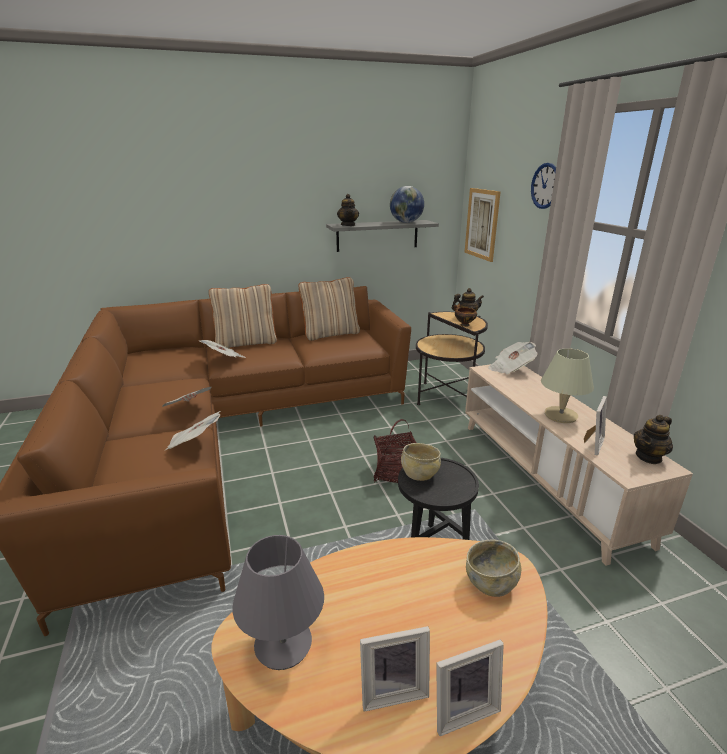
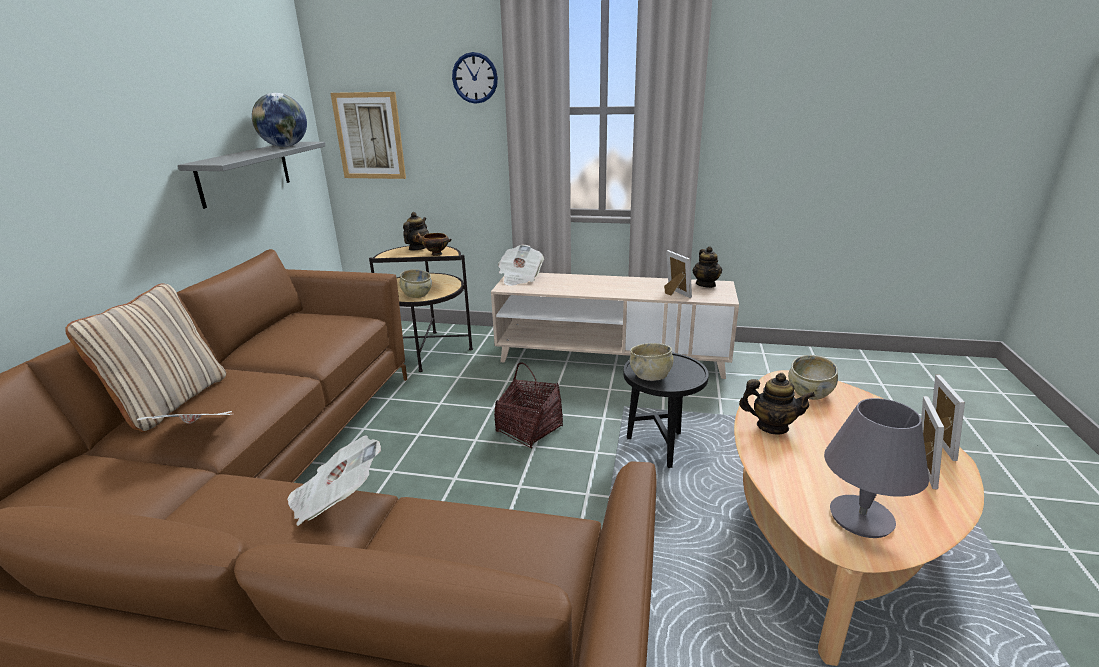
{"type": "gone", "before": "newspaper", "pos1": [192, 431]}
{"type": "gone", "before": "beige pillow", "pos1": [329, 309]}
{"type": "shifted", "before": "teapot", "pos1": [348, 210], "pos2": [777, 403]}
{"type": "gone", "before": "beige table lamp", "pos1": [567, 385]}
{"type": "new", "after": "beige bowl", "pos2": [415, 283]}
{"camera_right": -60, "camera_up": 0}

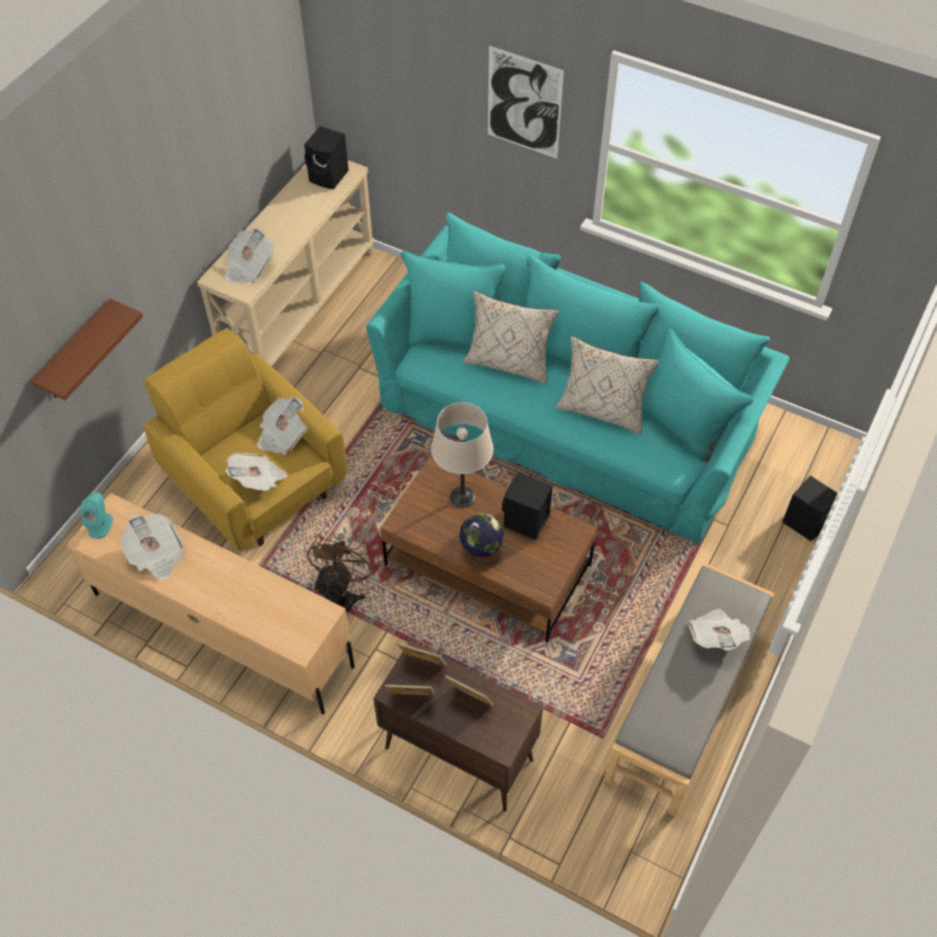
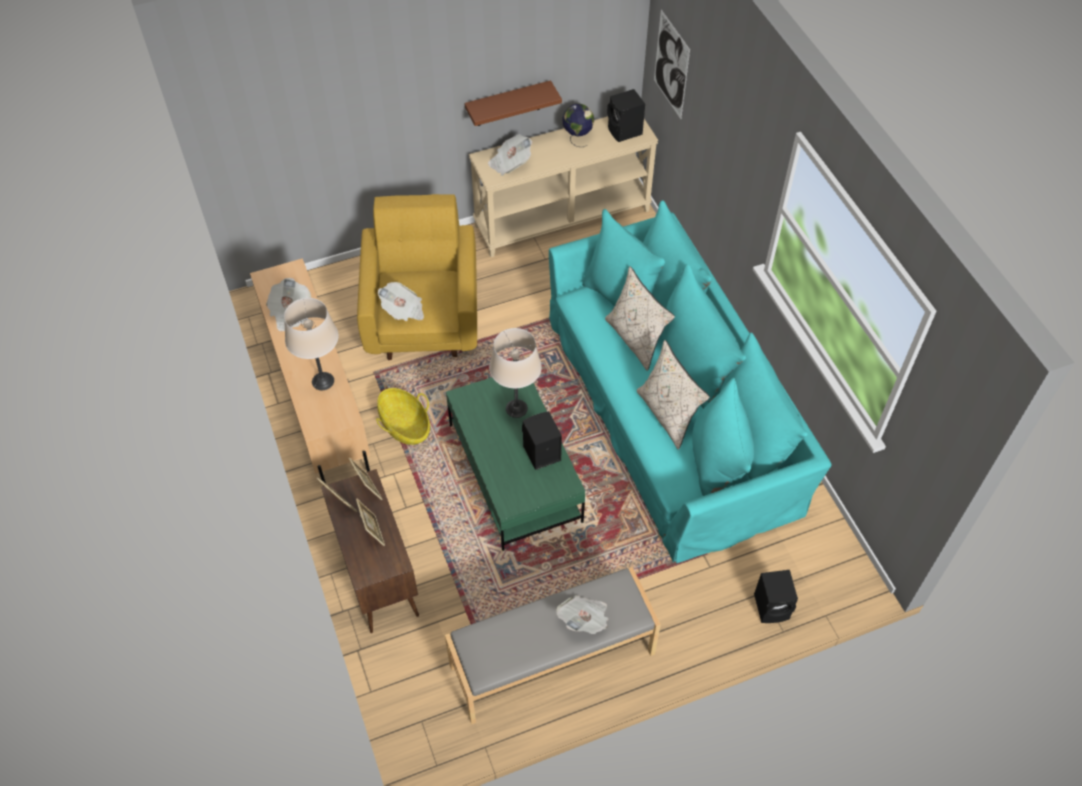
{"type": "shifted", "before": "brown shelf", "pos1": [87, 349], "pos2": [513, 103]}
{"type": "gone", "before": "turquoise speaker", "pos1": [96, 515]}
{"type": "gone", "before": "newspaper", "pos1": [282, 426]}
{"type": "swapped", "before": "brown fan", "after": "basket", "pos1": [341, 572], "pos2": [403, 416]}
{"type": "repainted", "before": "brown coffee table", "after": "green coffee table", "pos1": [488, 548], "pos2": [515, 464]}
{"type": "shifted", "before": "globe", "pos1": [482, 538], "pos2": [578, 125]}
{"type": "shifted", "before": "picture", "pos1": [526, 102], "pos2": [672, 64]}
{"type": "new", "after": "beige table lamp", "pos2": [311, 344]}
{"camera_right": 40, "camera_up": 0}

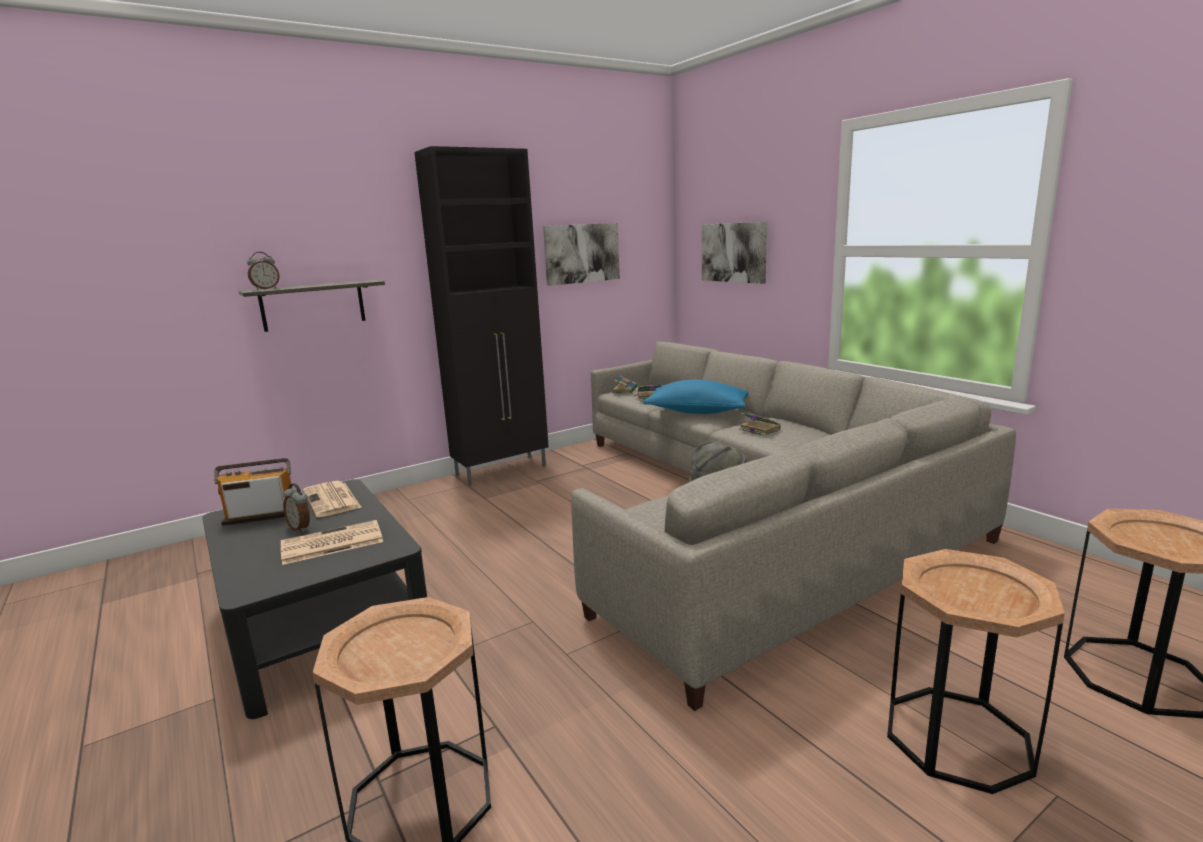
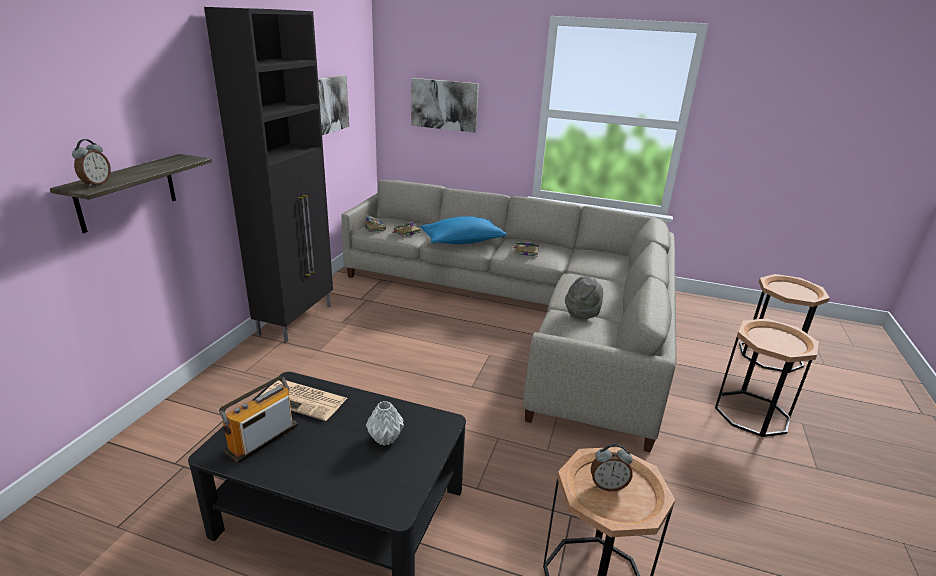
{"type": "swapped", "before": "newspaper", "after": "grey vase", "pos1": [332, 542], "pos2": [385, 423]}
{"type": "shifted", "before": "alarm clock", "pos1": [296, 507], "pos2": [611, 467]}
{"camera_right": -40, "camera_up": 10}

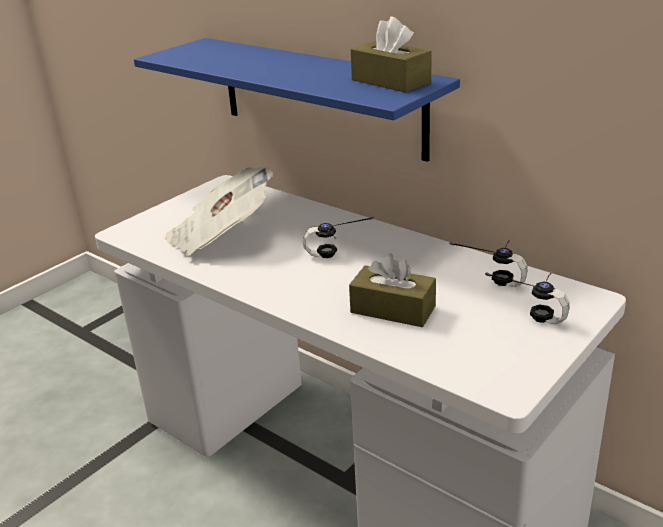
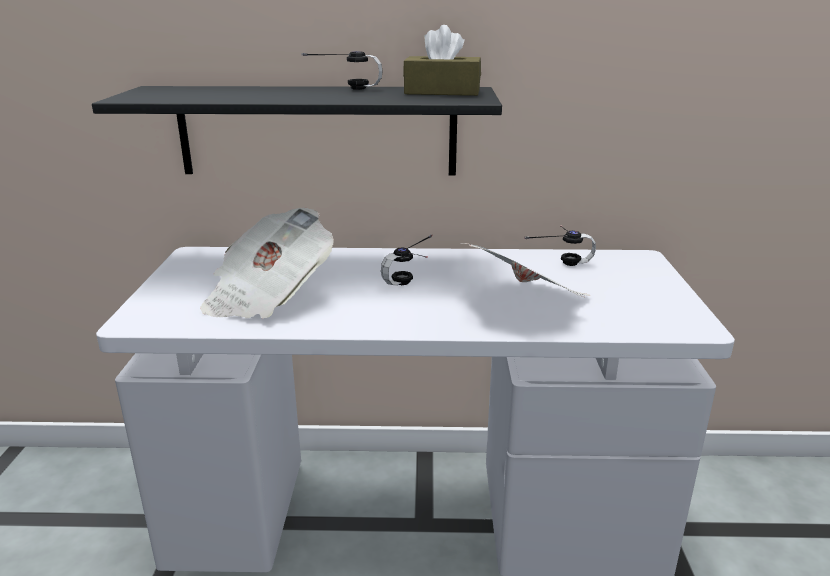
{"type": "repainted", "before": "blue shelf", "after": "black shelf", "pos1": [297, 100], "pos2": [297, 131]}
{"type": "swapped", "before": "brown tissue box", "after": "newspaper", "pos1": [392, 290], "pos2": [526, 270]}
{"type": "shifted", "before": "headphones", "pos1": [527, 298], "pos2": [342, 70]}
{"camera_right": -40, "camera_up": -5}

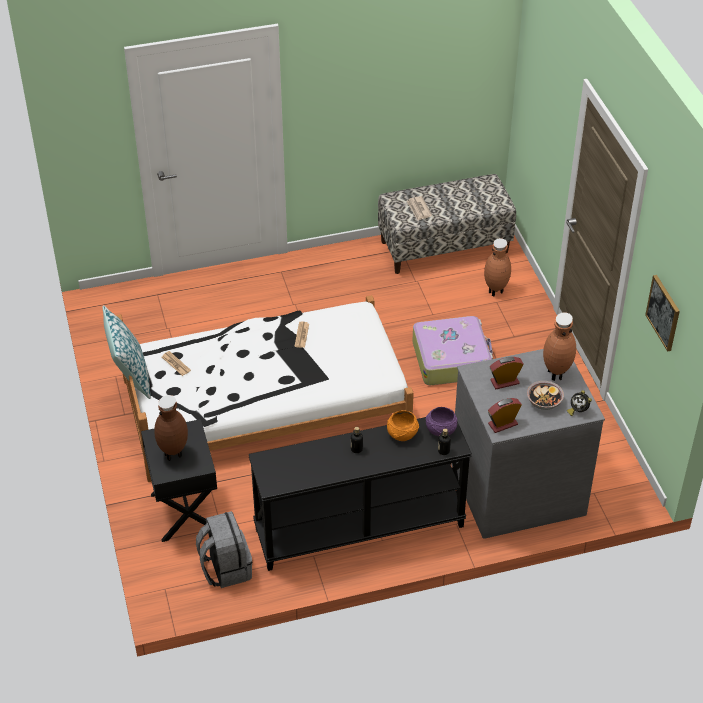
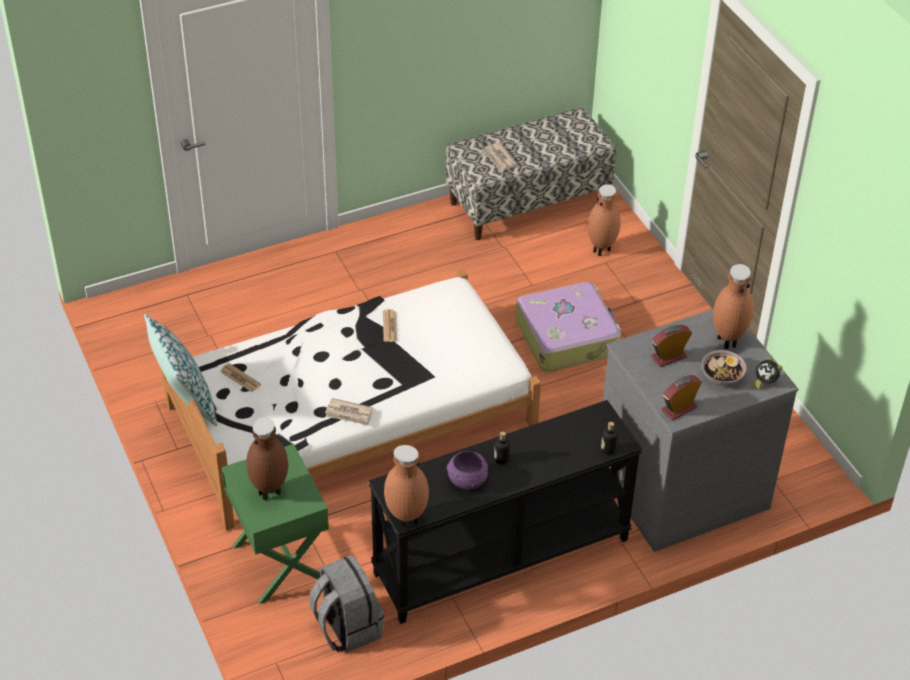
{"type": "repainted", "before": "black nightstand", "after": "green nightstand", "pos1": [179, 480], "pos2": [275, 524]}
{"type": "gone", "before": "orange bowl", "pos1": [403, 425]}
{"type": "shifted", "before": "purple bowl", "pos1": [441, 421], "pos2": [467, 470]}
{"type": "gone", "before": "picture", "pos1": [662, 313]}
{"type": "new", "after": "newspaper", "pos2": [349, 412]}
{"type": "new", "after": "brown vase", "pos2": [406, 486]}
{"camera_right": -10, "camera_up": 0}

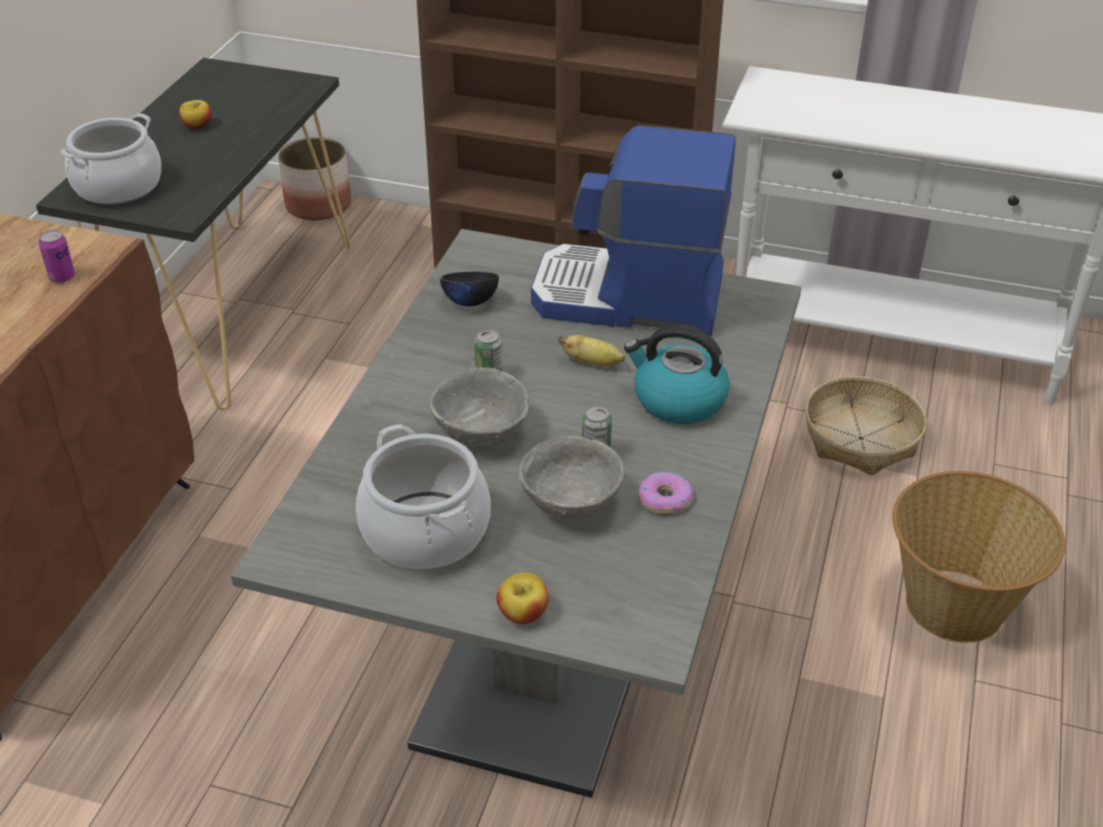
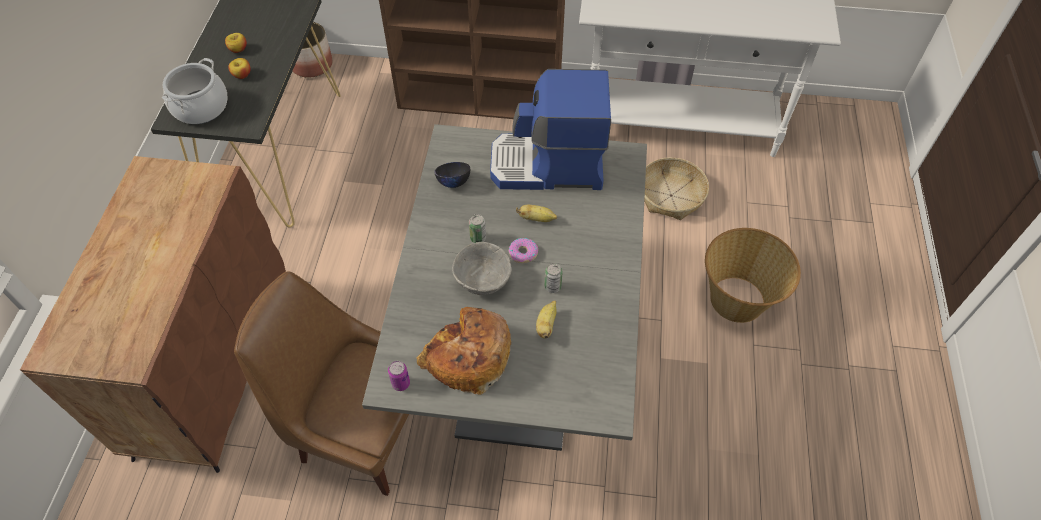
{"type": "shifted", "before": "can", "pos1": [57, 256], "pos2": [399, 376]}
{"type": "swapped", "before": "cooking pot", "after": "bread", "pos1": [423, 497], "pos2": [463, 351]}
{"type": "shifted", "before": "apple", "pos1": [522, 598], "pos2": [239, 68]}
{"type": "swapped", "before": "grey bowl", "after": "banana", "pos1": [572, 477], "pos2": [546, 319]}
{"type": "gone", "before": "kettle", "pos1": [677, 374]}
{"type": "shifted", "before": "donut", "pos1": [666, 493], "pos2": [523, 250]}
{"type": "new", "after": "brown chair", "pos2": [321, 383]}
{"camera_right": -10, "camera_up": 15}

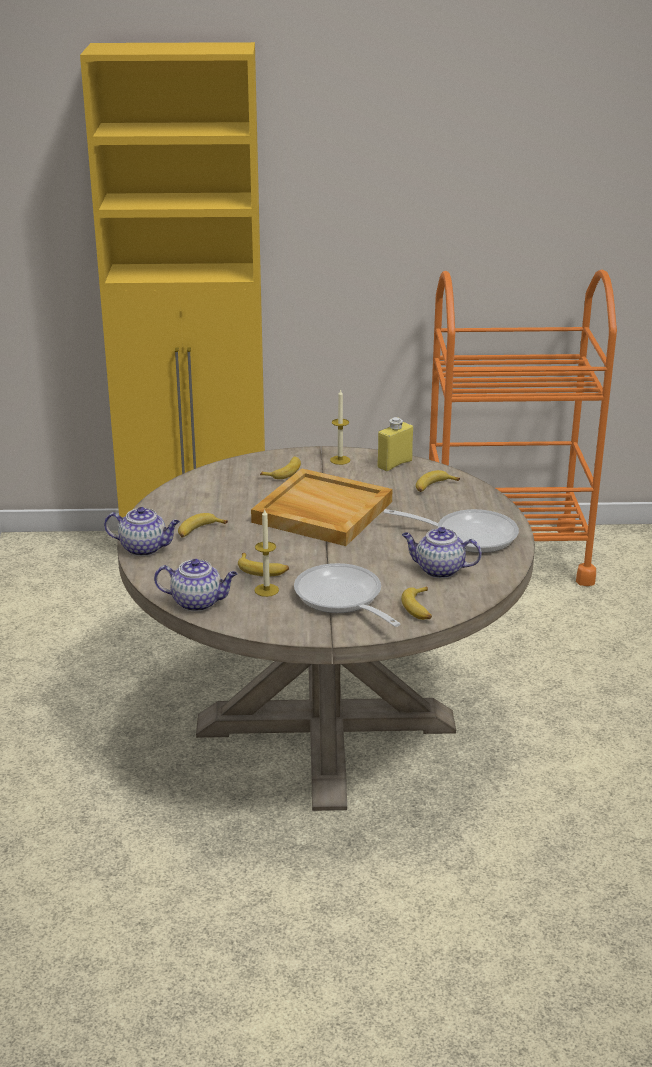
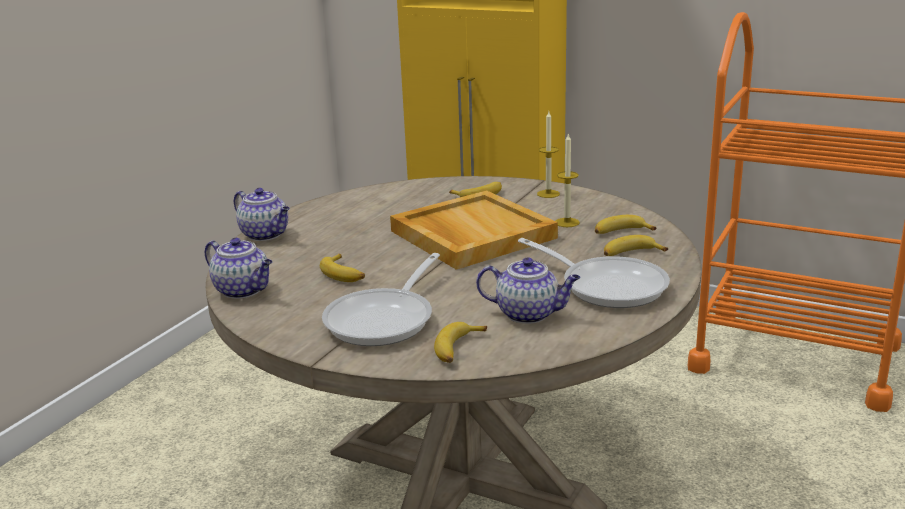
{"type": "shifted", "before": "banana", "pos1": [203, 525], "pos2": [636, 245]}
{"type": "shifted", "before": "candle", "pos1": [266, 553], "pos2": [568, 180]}
{"type": "rotated", "before": "frying pan", "pos1": [347, 595], "pos2": [381, 299], "turn": -150}
{"type": "gone", "before": "yellow bottle", "pos1": [395, 444]}
{"type": "rotated", "before": "teapot", "pos1": [442, 552], "pos2": [528, 290], "turn": 150}
{"camera_right": 30, "camera_up": -5}

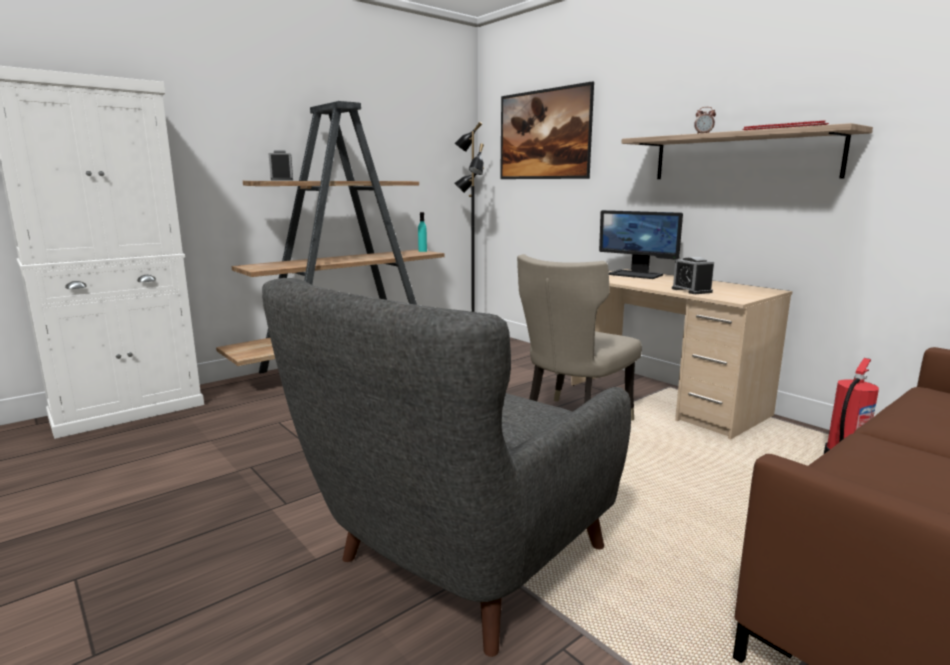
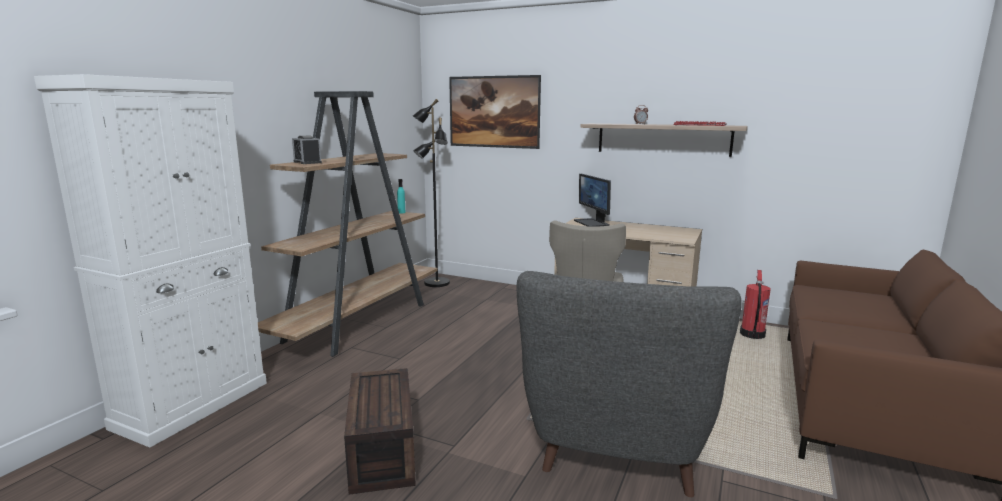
{"type": "rotated", "before": "monitor", "pos1": [641, 244], "pos2": [592, 200], "turn": 60}
{"type": "gone", "before": "alarm clock", "pos1": [693, 275]}
{"type": "new", "after": "brown storage box", "pos2": [380, 431]}
{"camera_right": -25, "camera_up": 0}

